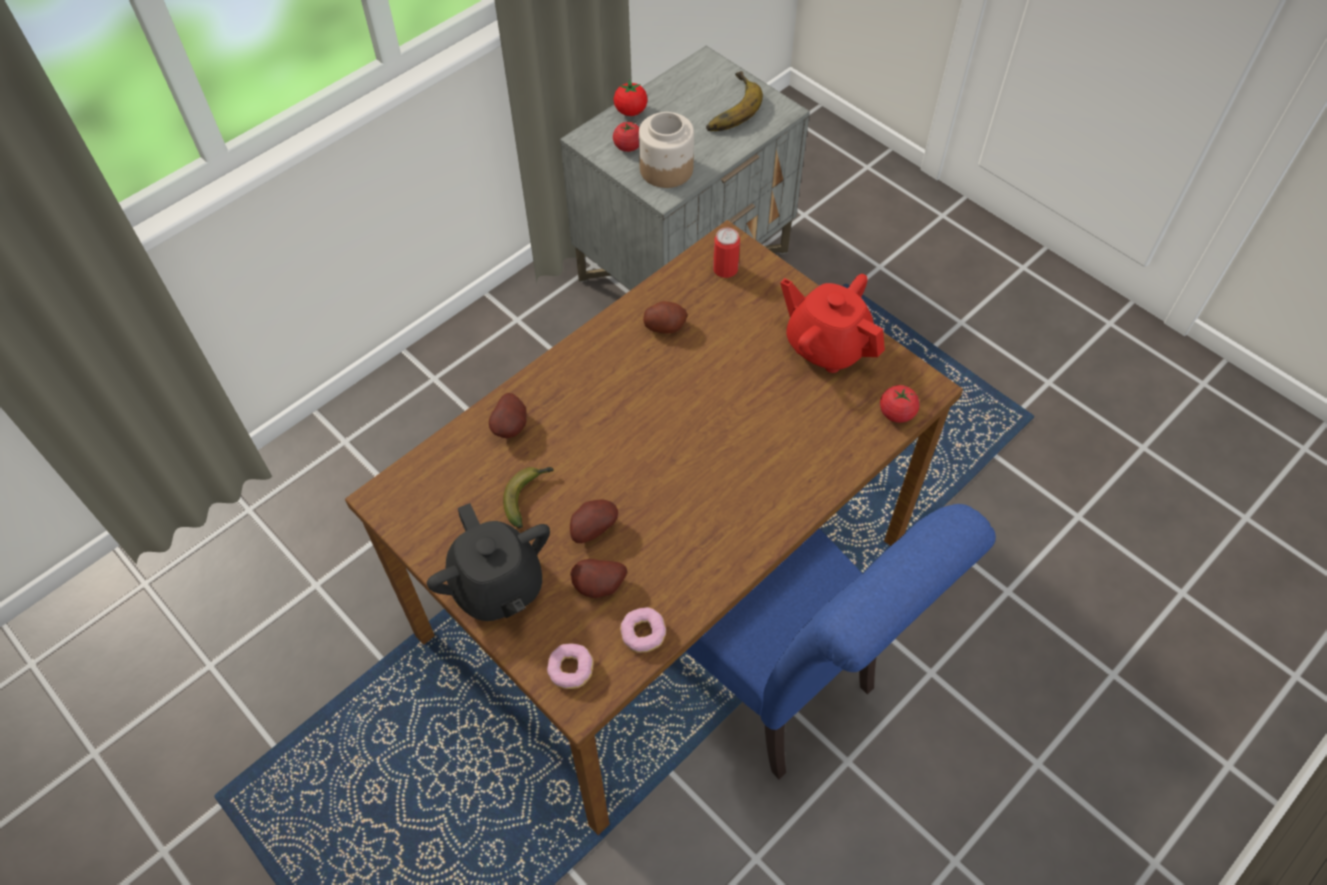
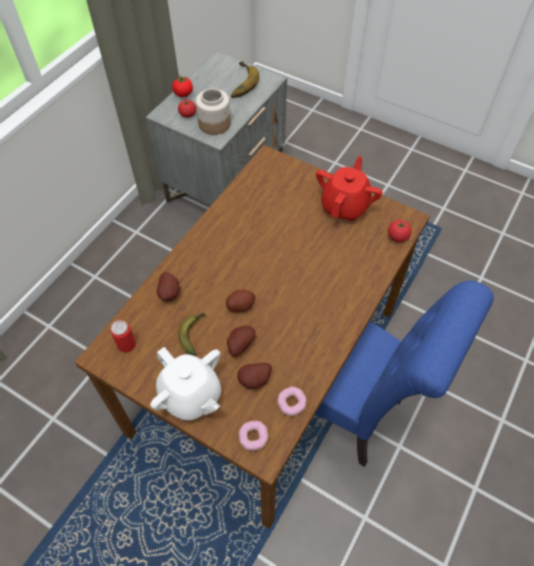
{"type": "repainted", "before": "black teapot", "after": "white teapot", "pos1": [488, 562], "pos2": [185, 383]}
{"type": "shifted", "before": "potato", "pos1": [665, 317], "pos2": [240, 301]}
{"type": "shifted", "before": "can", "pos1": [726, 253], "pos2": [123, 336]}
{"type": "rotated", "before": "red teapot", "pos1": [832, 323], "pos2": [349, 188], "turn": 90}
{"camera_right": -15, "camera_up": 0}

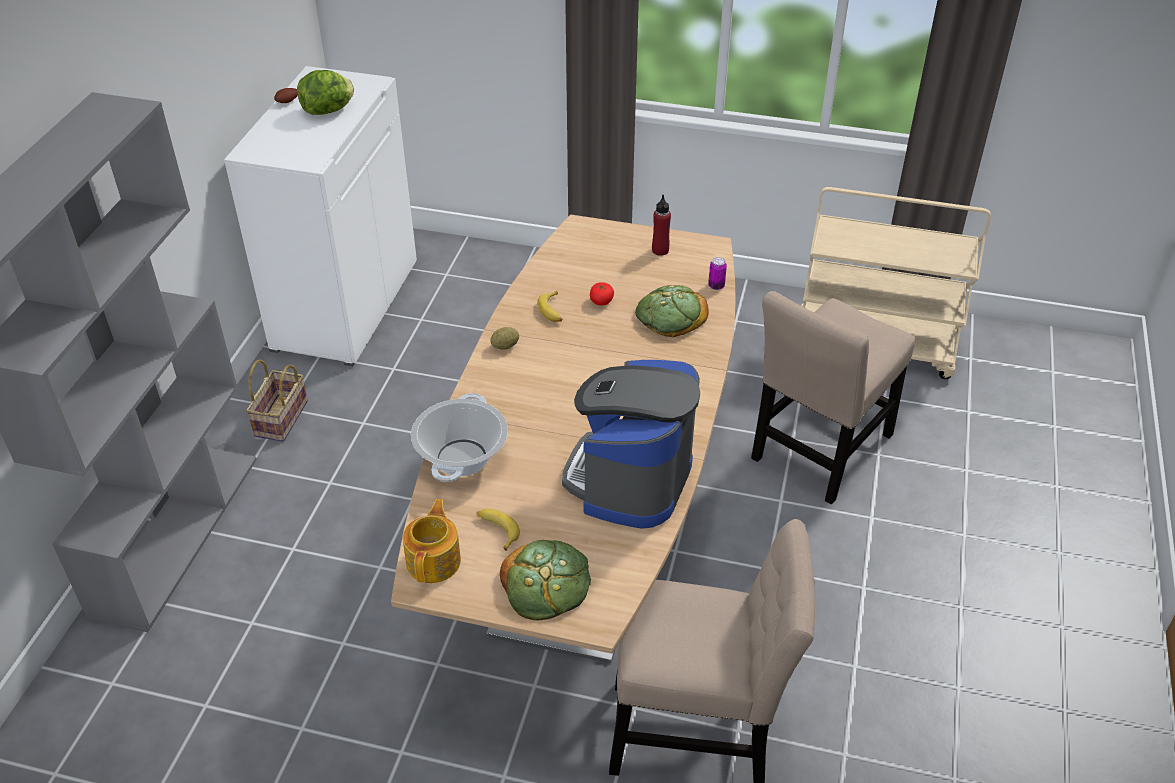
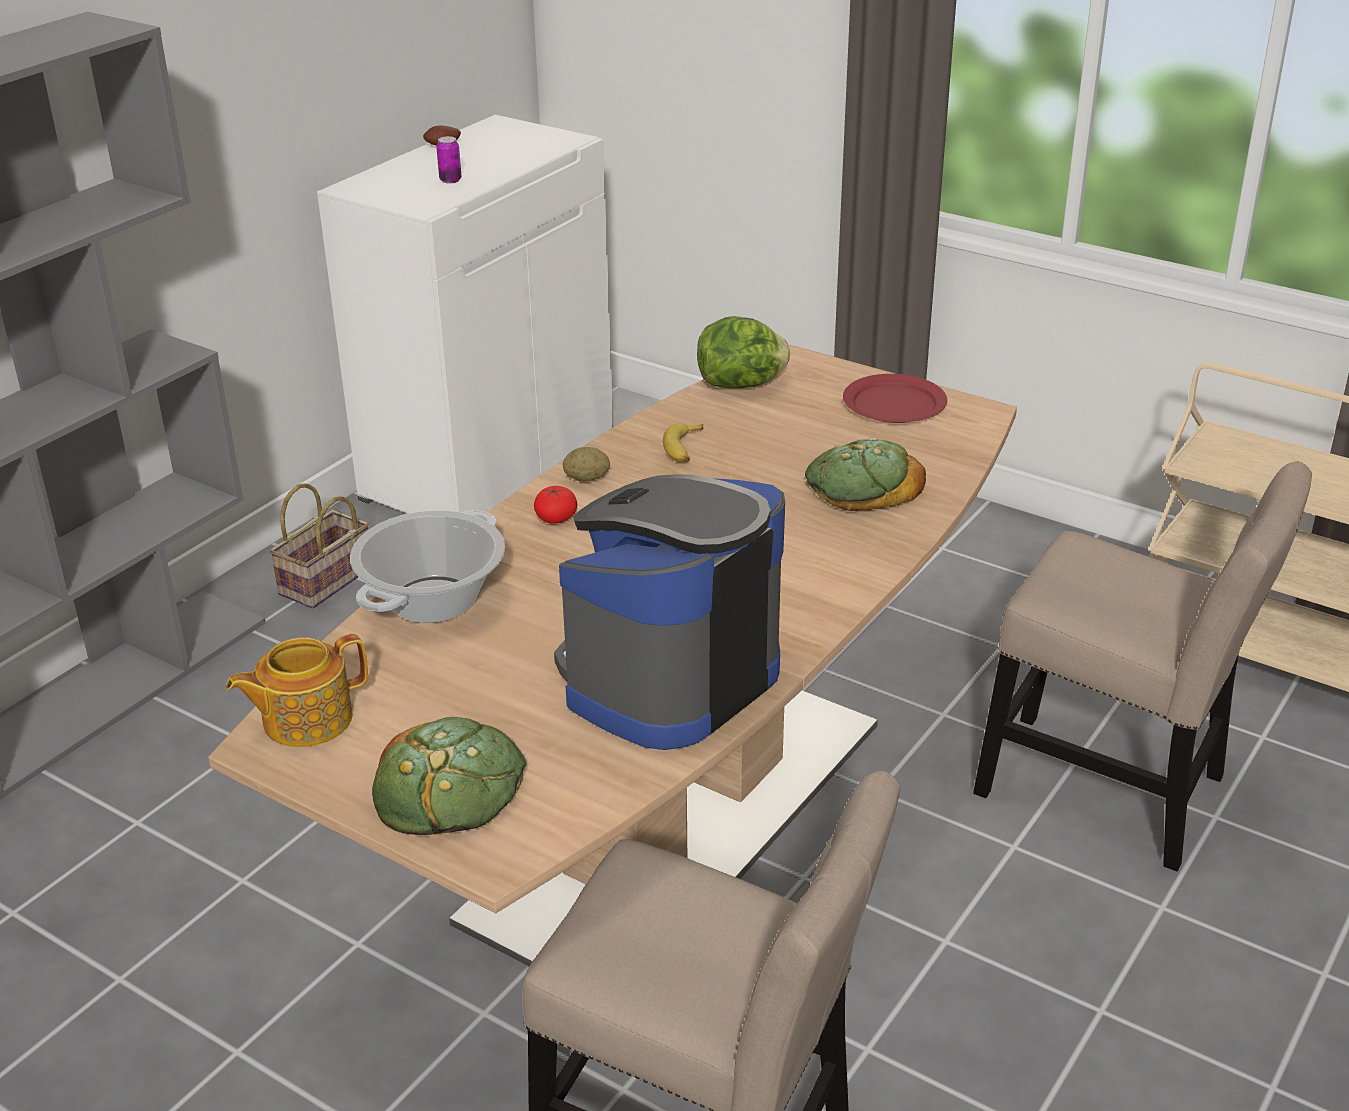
{"type": "shifted", "before": "lettuce", "pos1": [325, 92], "pos2": [743, 352]}
{"type": "rotated", "before": "teapot", "pos1": [432, 541], "pos2": [297, 690], "turn": -150}
{"type": "gone", "before": "banana", "pos1": [498, 530]}
{"type": "shifted", "before": "tomato", "pos1": [602, 294], "pos2": [555, 505]}
{"type": "swapped", "before": "red bottle", "after": "red plate", "pos1": [661, 225], "pos2": [895, 398]}
{"type": "shifted", "before": "can", "pos1": [717, 273], "pos2": [448, 159]}
{"type": "rotated", "before": "beige chair", "pos1": [833, 398], "pos2": [1142, 666], "turn": -120}
{"camera_right": 20, "camera_up": -10}

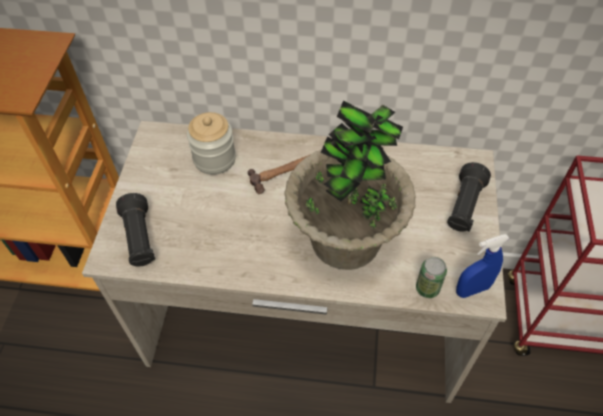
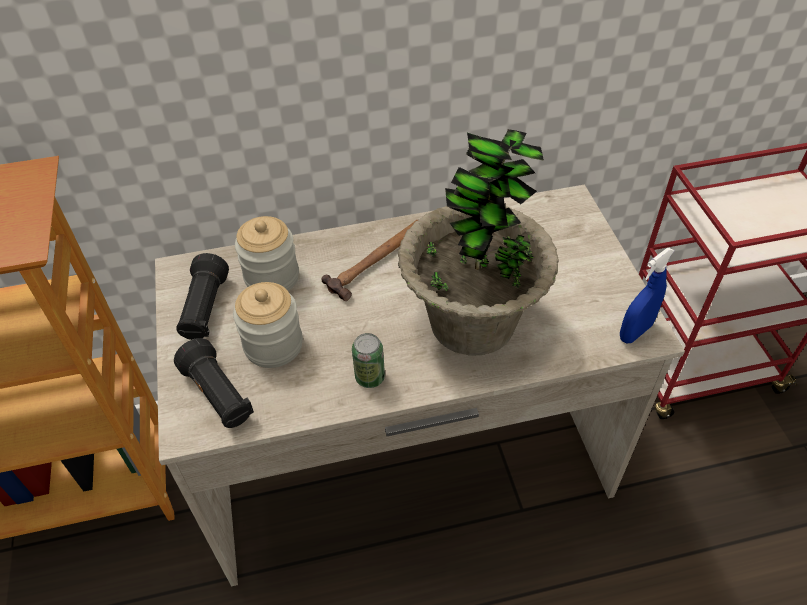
{"type": "shifted", "before": "can", "pos1": [431, 277], "pos2": [368, 360]}
{"type": "shifted", "before": "black flashlight", "pos1": [469, 197], "pos2": [202, 296]}
{"type": "new", "after": "jar", "pos2": [268, 325]}
{"camera_right": -20, "camera_up": -5}

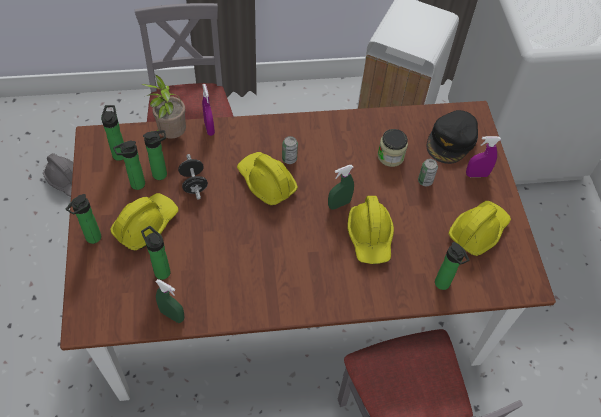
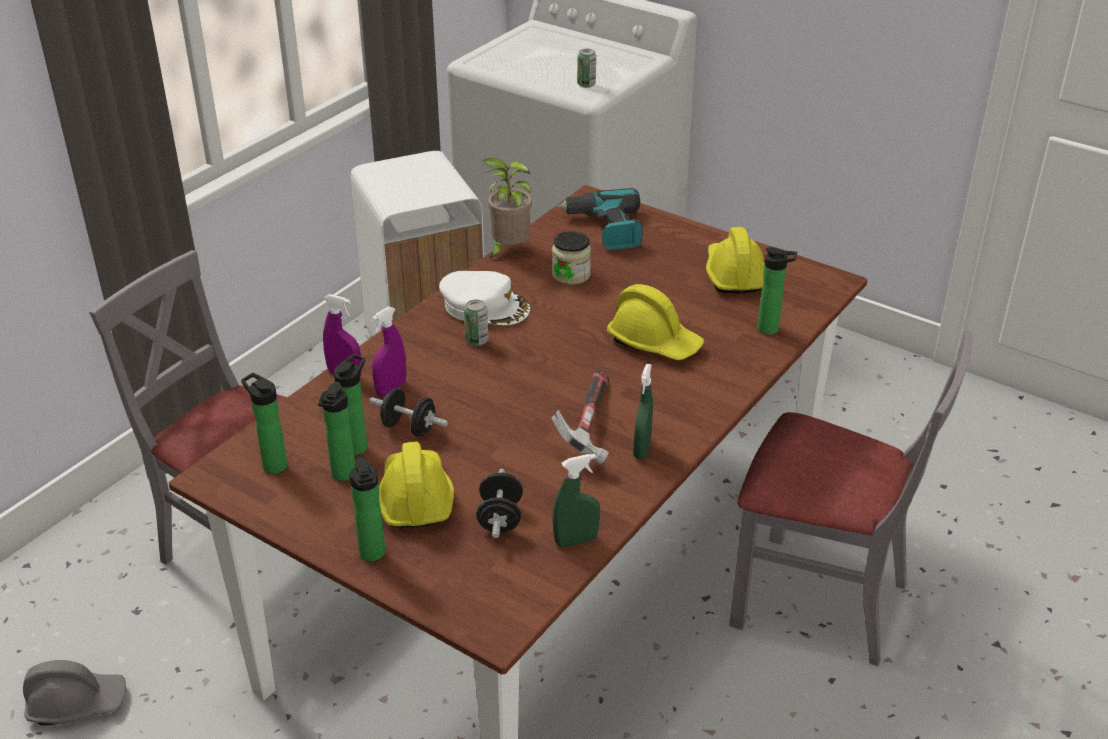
{"type": "swapped", "before": "bottle", "after": "black dumbbell", "pos1": [155, 253], "pos2": [499, 503]}
{"type": "shifted", "before": "potted plant", "pos1": [164, 107], "pos2": [507, 208]}
{"type": "gone", "before": "yellow hard hat", "pos1": [267, 178]}
{"type": "shifted", "before": "green spray bottle", "pos1": [341, 187], "pos2": [643, 411]}
{"type": "shifted", "before": "can", "pos1": [428, 172], "pos2": [586, 68]}
{"type": "swapped", "before": "black cap", "after": "power drill", "pos1": [452, 137], "pos2": [599, 219]}
{"type": "shifted", "before": "purple spray bottle", "pos1": [483, 156], "pos2": [388, 352]}
{"type": "new", "after": "white cap", "pos2": [484, 298]}
{"type": "new", "after": "hammer", "pos2": [581, 417]}
{"camera_right": -45, "camera_up": -20}

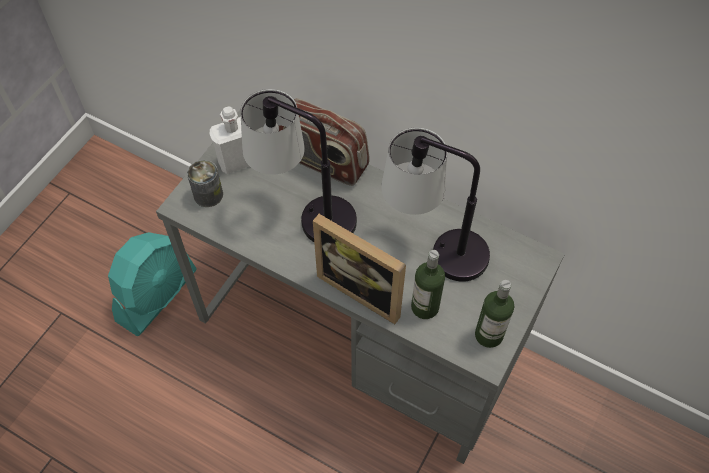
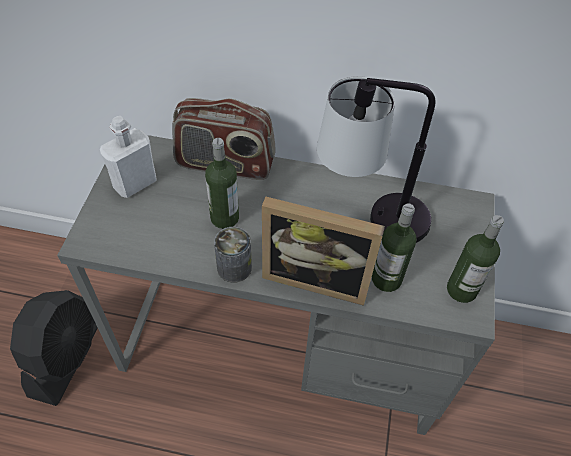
{"type": "repainted", "before": "turquoise fan", "after": "black fan", "pos1": [152, 284], "pos2": [54, 348]}
{"type": "shifted", "before": "can", "pos1": [205, 183], "pos2": [233, 255]}
{"type": "swapped", "before": "table lamp", "after": "bottle", "pos1": [298, 165], "pos2": [222, 183]}
{"camera_right": -20, "camera_up": -5}

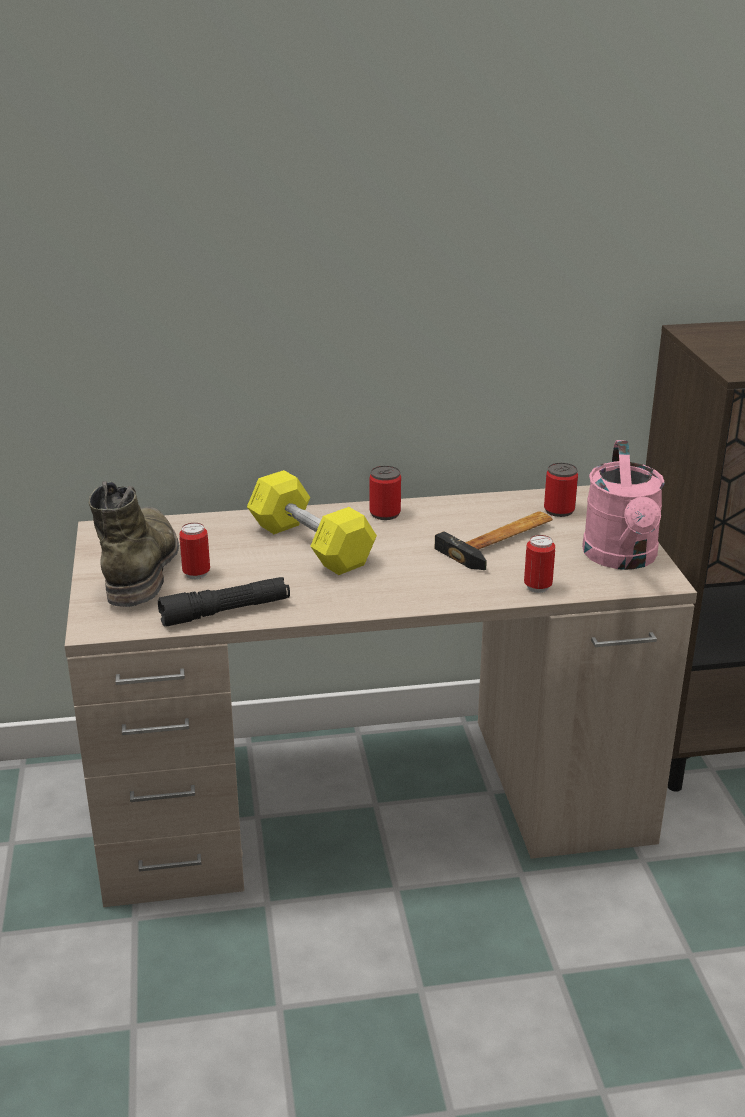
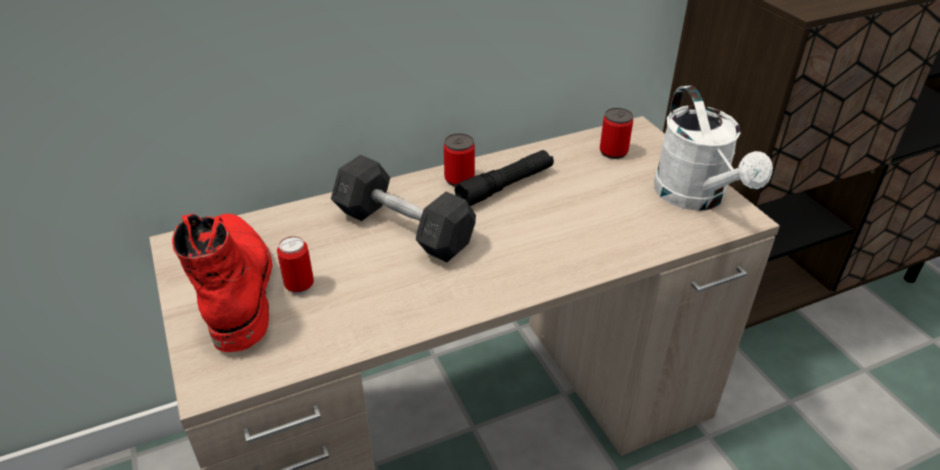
{"type": "repainted", "before": "green boot", "after": "red boot", "pos1": [134, 544], "pos2": [222, 283]}
{"type": "shifted", "before": "black flashlight", "pos1": [224, 602], "pos2": [504, 178]}
{"type": "repainted", "before": "yellow dumbbell", "after": "grey dumbbell", "pos1": [312, 522], "pos2": [403, 209]}
{"type": "gone", "before": "hammer", "pos1": [494, 540]}
{"type": "gone", "before": "can", "pos1": [539, 564]}
{"type": "repainted", "before": "pink watering can", "after": "white watering can", "pos1": [623, 505], "pos2": [713, 148]}
{"camera_right": -15, "camera_up": 10}

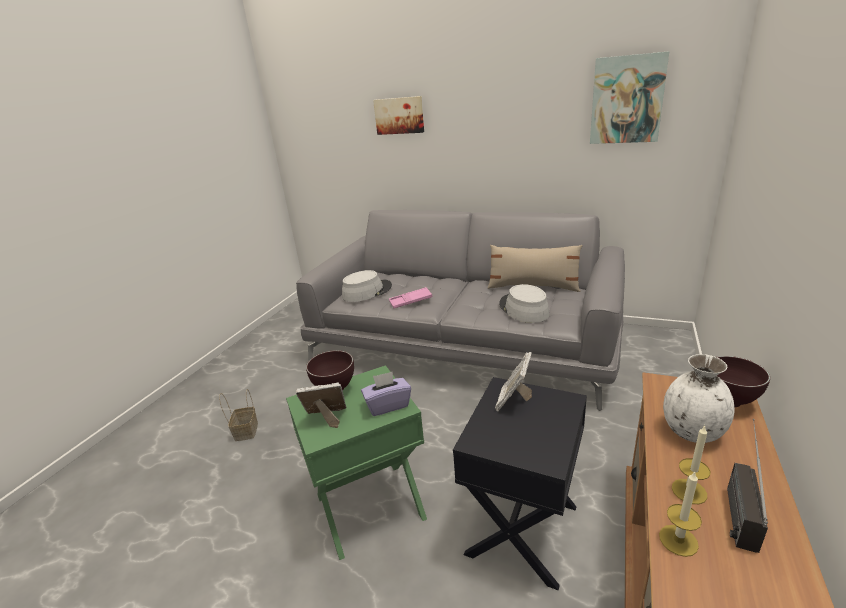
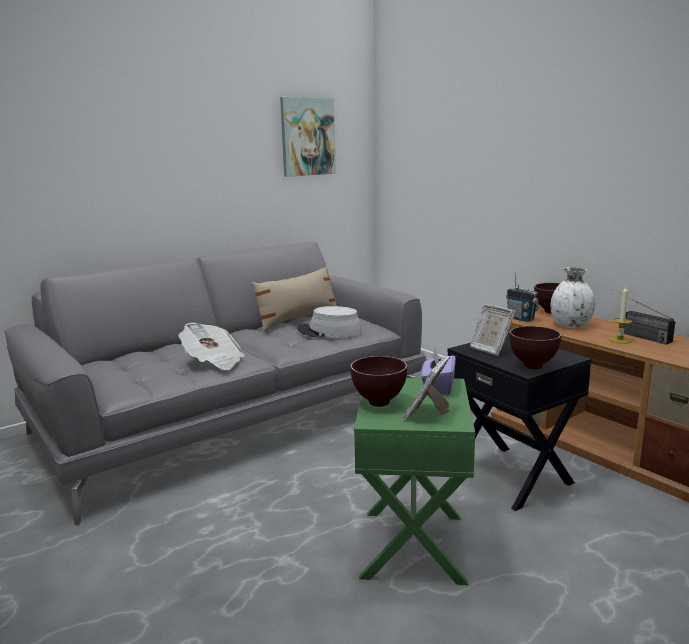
{"type": "gone", "before": "basket", "pos1": [238, 415]}
{"type": "gone", "before": "grey hat", "pos1": [367, 286]}
{"type": "gone", "before": "picture", "pos1": [398, 115]}
{"type": "swapped", "before": "pink tray", "after": "newspaper", "pos1": [410, 297], "pos2": [211, 346]}
{"type": "gone", "before": "candle", "pos1": [680, 514]}
{"type": "new", "after": "radio", "pos2": [523, 298]}
{"type": "new", "after": "brown bowl", "pos2": [535, 347]}
{"camera_right": -60, "camera_up": -10}

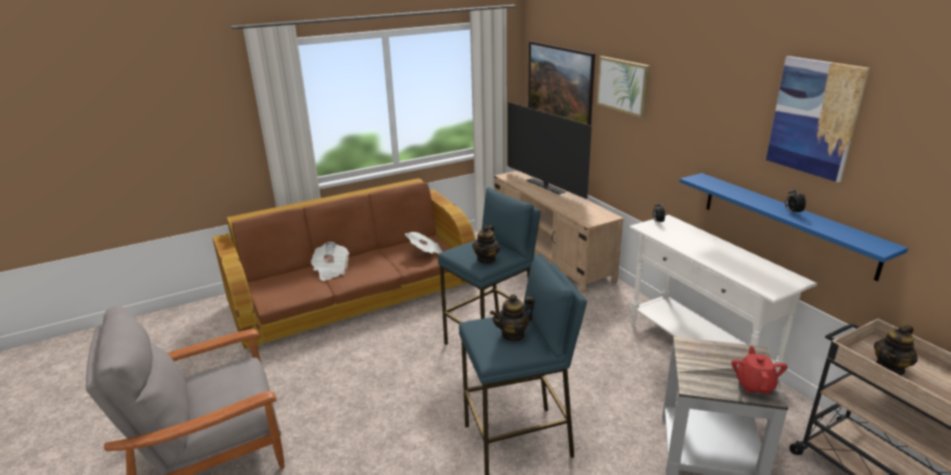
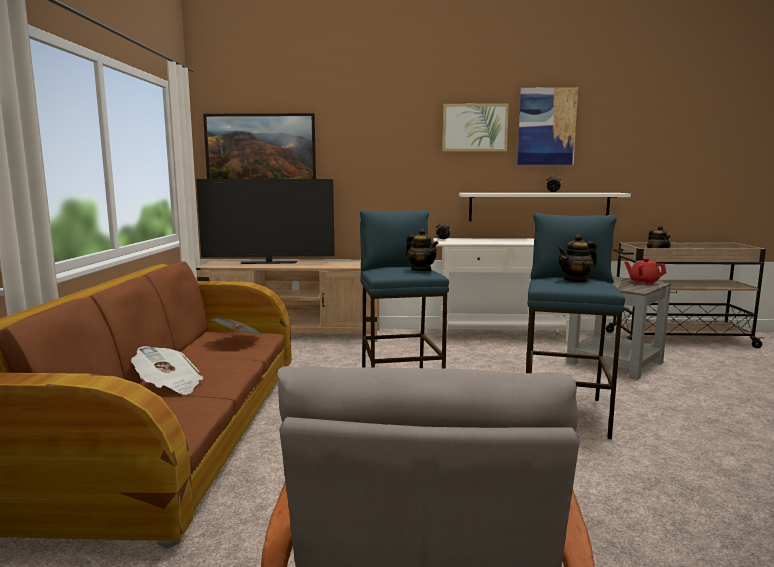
{"type": "rotated", "before": "teapot", "pos1": [512, 318], "pos2": [577, 258], "turn": 60}
{"type": "shifted", "before": "picture", "pos1": [623, 87], "pos2": [475, 127]}
{"type": "repainted", "before": "blue shelf", "after": "white shelf", "pos1": [794, 227], "pos2": [545, 207]}
{"camera_right": -60, "camera_up": -15}

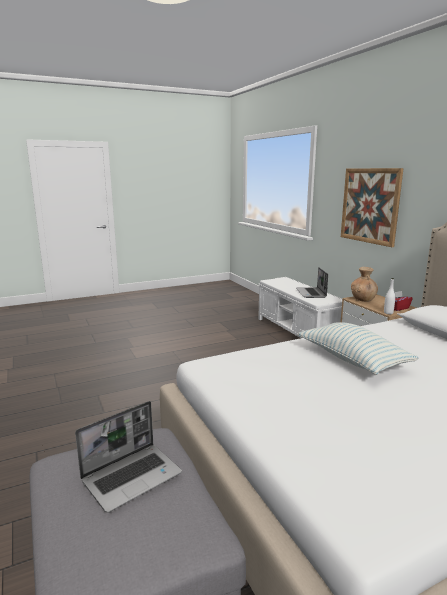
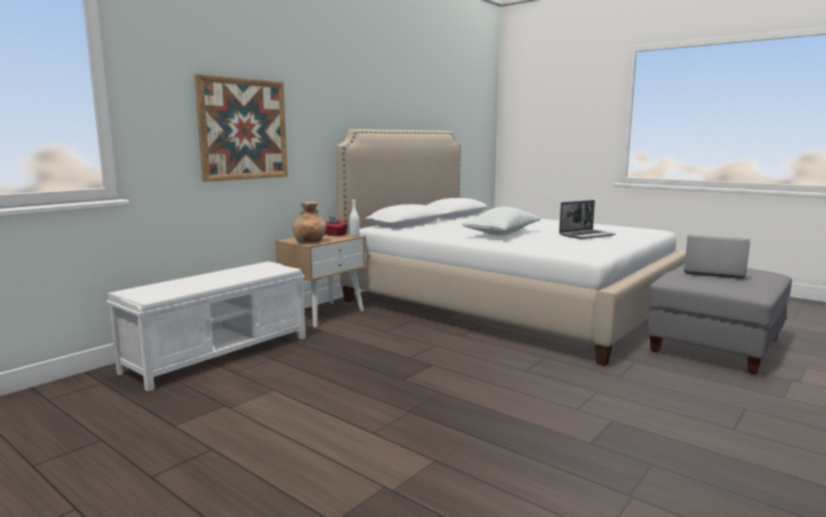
{"type": "shifted", "before": "laptop", "pos1": [312, 282], "pos2": [587, 219]}
{"camera_right": -115, "camera_up": -5}

